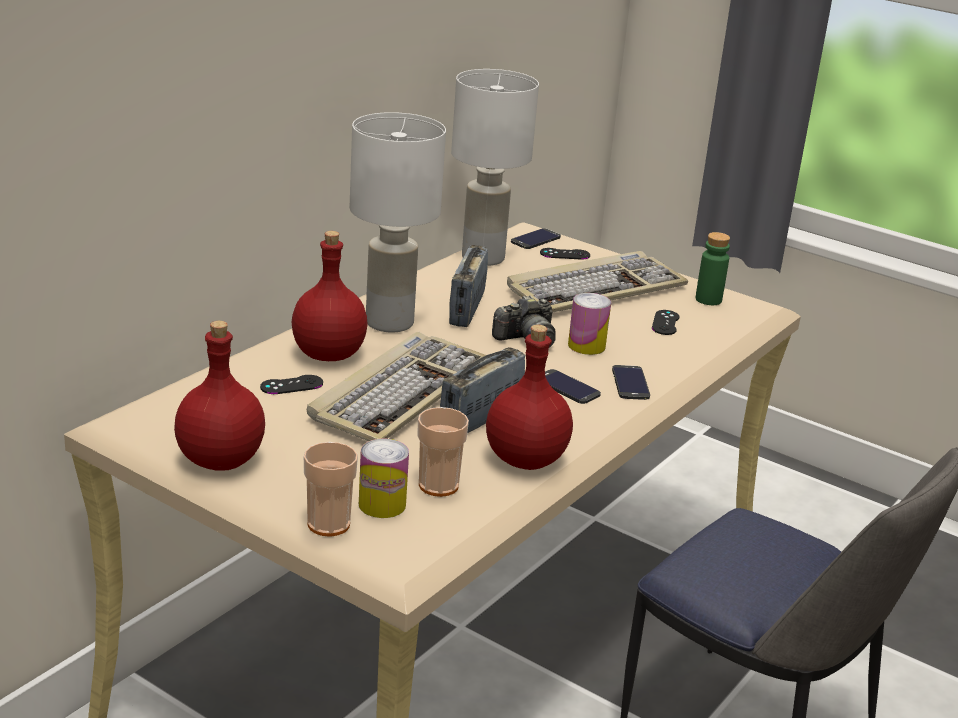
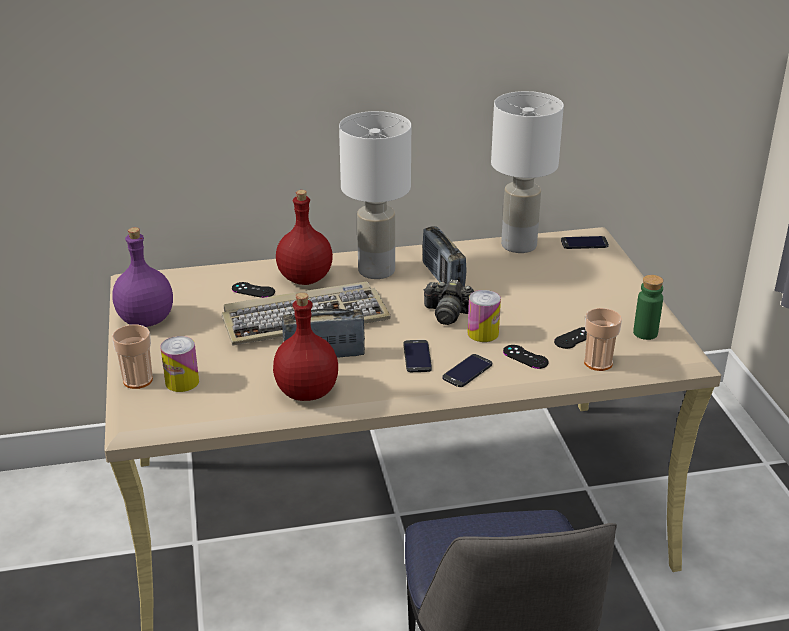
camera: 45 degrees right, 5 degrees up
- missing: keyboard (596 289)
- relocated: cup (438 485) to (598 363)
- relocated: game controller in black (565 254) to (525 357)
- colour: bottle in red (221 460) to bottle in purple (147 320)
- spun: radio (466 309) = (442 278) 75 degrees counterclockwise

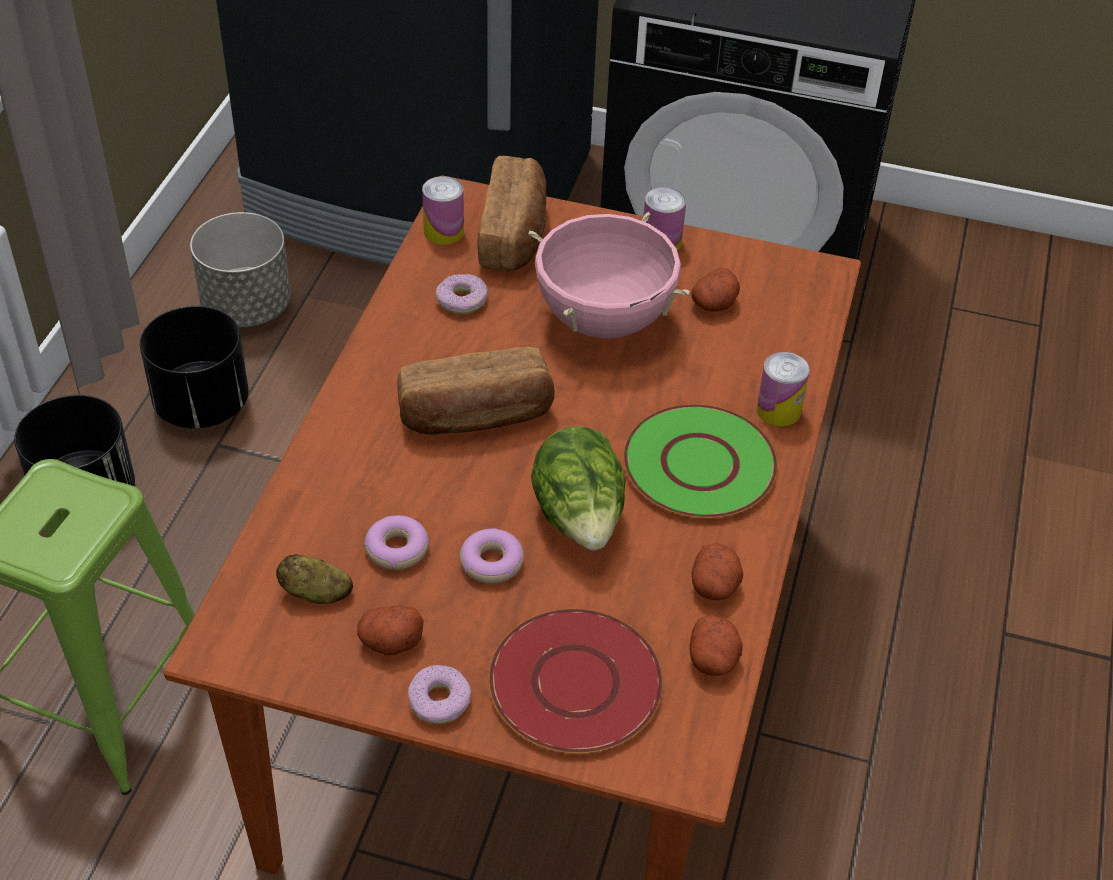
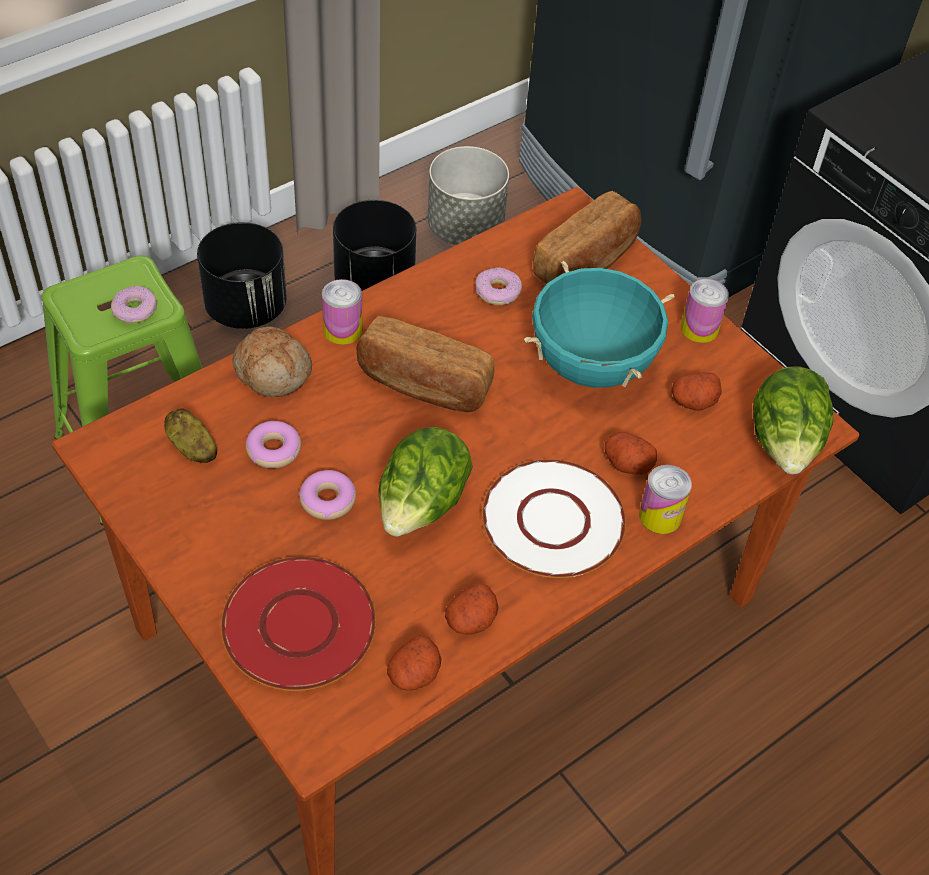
camera: 35 degrees right, 5 degrees up
- appeared: bread (273 371)
- appeared: lettuce (784 444)
- relocated: potato (390 642) to (626 463)
- relocated: donut (439 700) to (135 310)
- relocated: can (444 231) to (342 330)
- colour: cooking pot in pink (604 320) to cooking pot in turquoise (591 365)
- colour: plate in green (699 465) to plate in white (552 521)

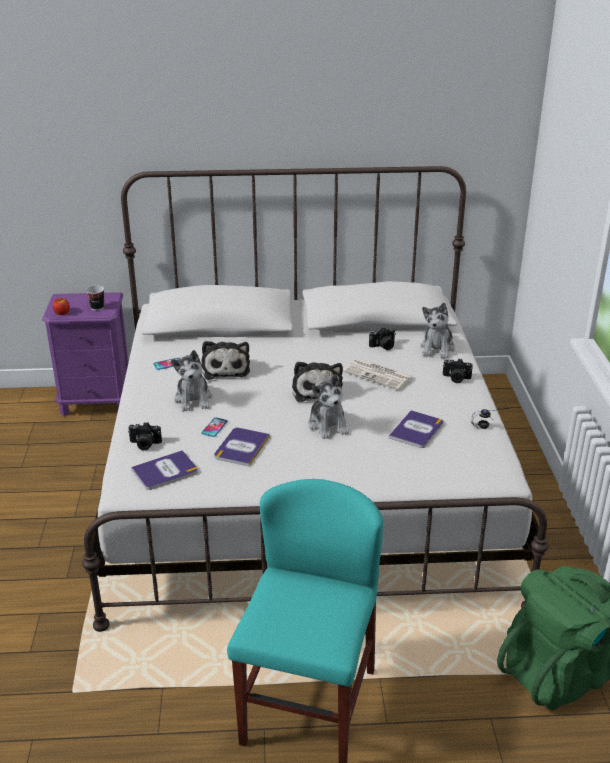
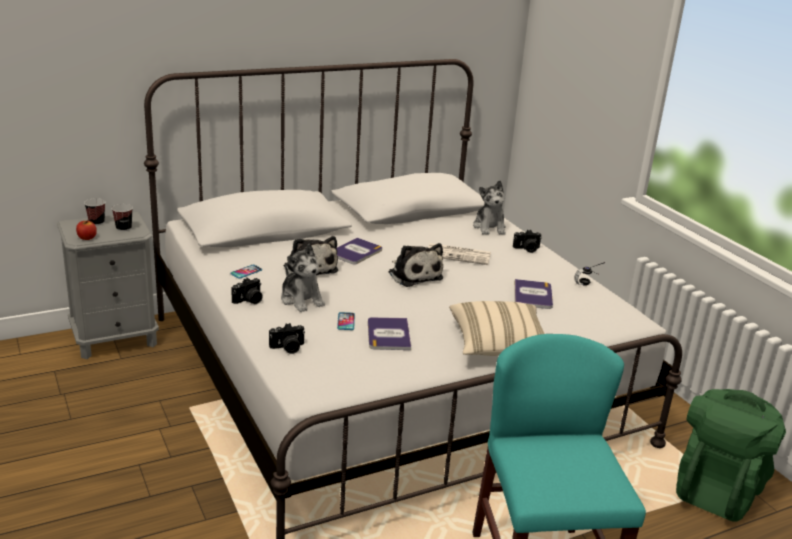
camera: 25 degrees left, 5 degrees down
- missing: plush toy (328 425)
- appeared: cup (96 223)
- appeared: pillow in beige (499 346)
- relocated: book (165 471) to (355 252)
- relocated: photo camera (383 346) to (249 301)
- colour: nightstand in purple (96 401) to nightstand in grey (115 339)

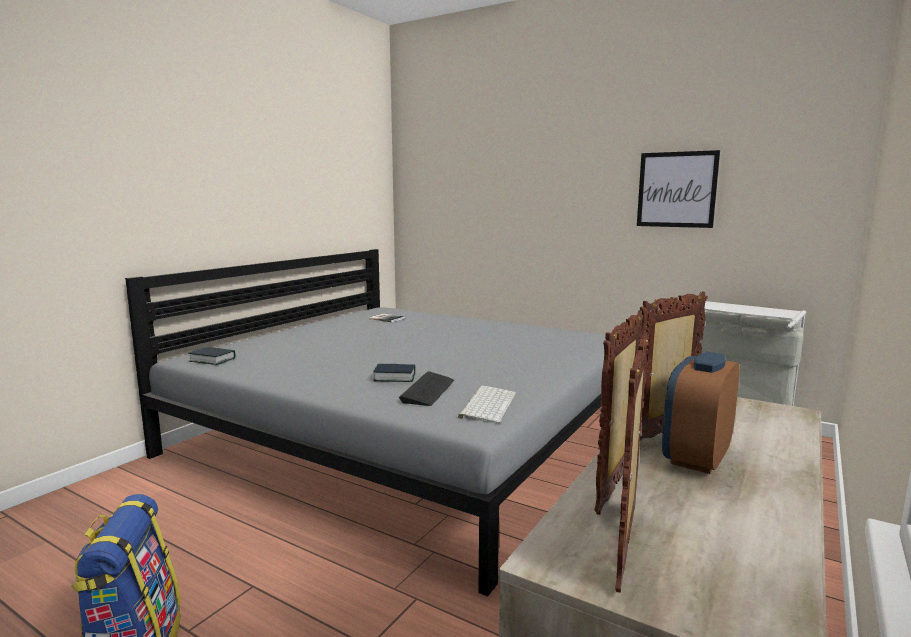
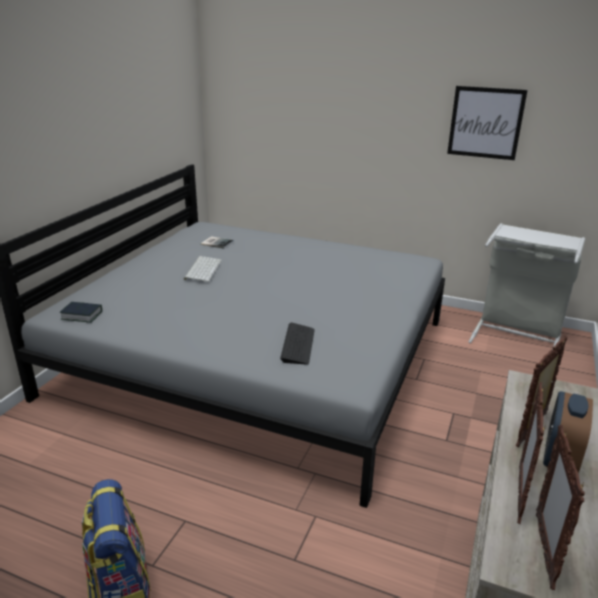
camera: 10 degrees left, 15 degrees up
- missing: book (394 377)
- relocated: keyboard (487 404) to (202 269)

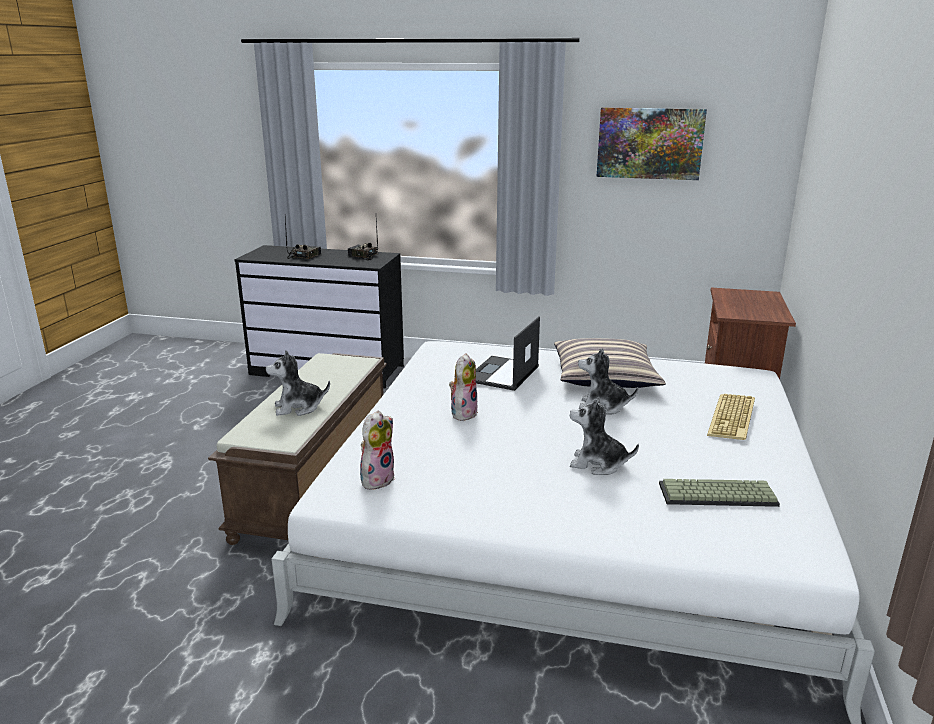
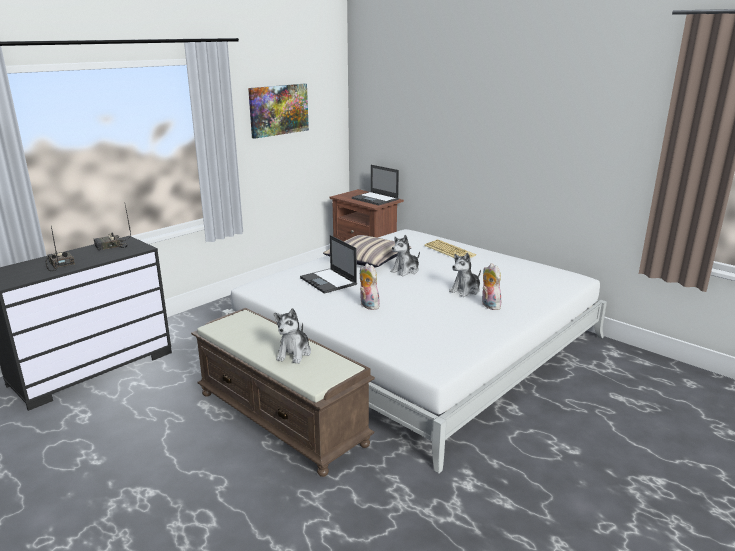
camera: 60 degrees left, 0 degrees up
- missing: keyboard (716 495)
- appeared: laptop (375 199)
- relocated: plush toy (377 479) to (489 305)

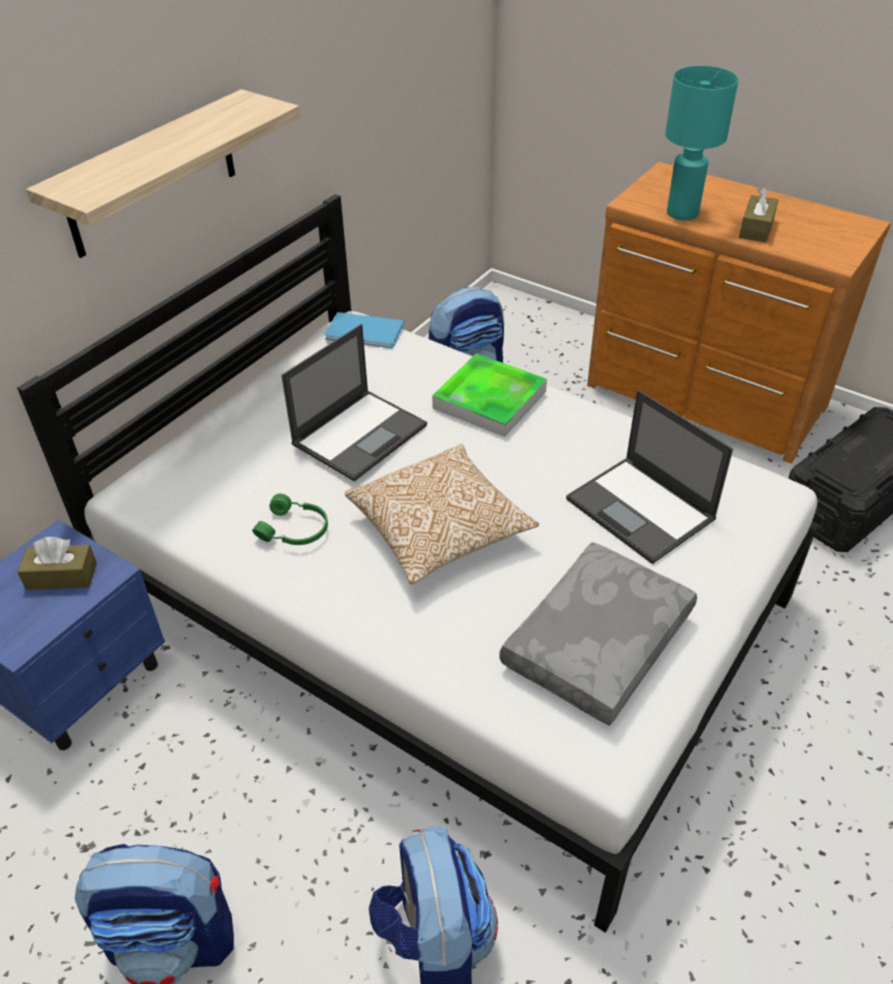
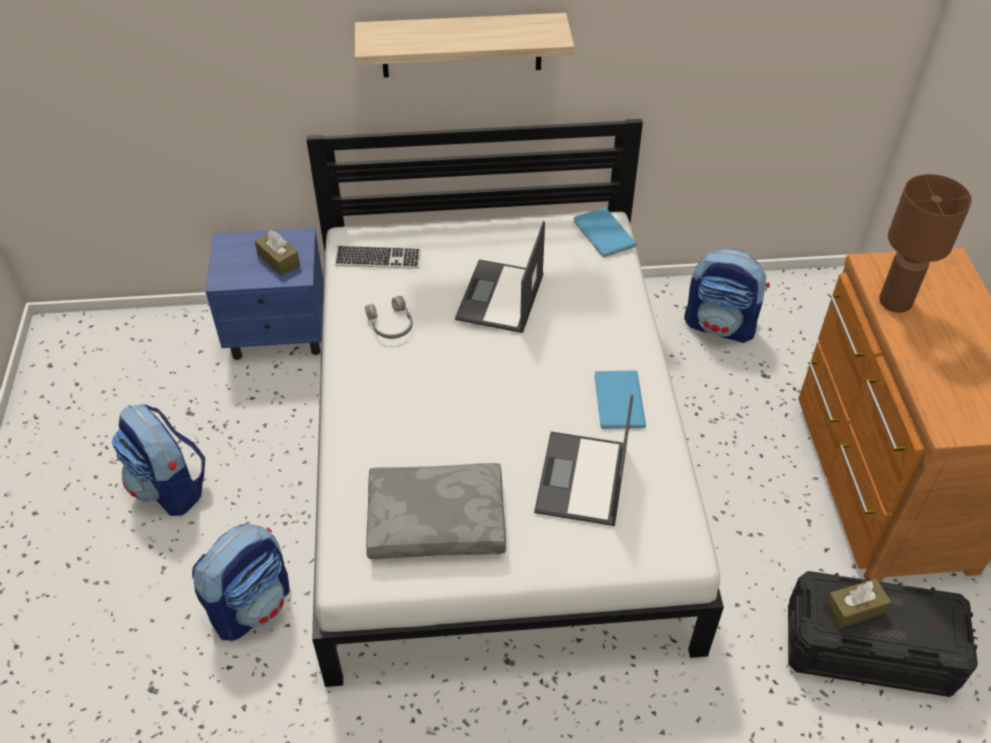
camera: 50 degrees right, 5 degrees up
- missing: pillow (439 530)
- missing: tray (489 400)
- appeared: keyboard (378 259)
- appeared: book in blue (617 402)
- relocated: tissue box in brown (756 228) to (854 609)
- colour: headphones in green (294 530) to headphones in grey (390 324)
- colour: table lamp in turquoise (682 213) to table lamp in brown (895 301)
- spun: laptop (360 434) = (500 297) 105 degrees clockwise

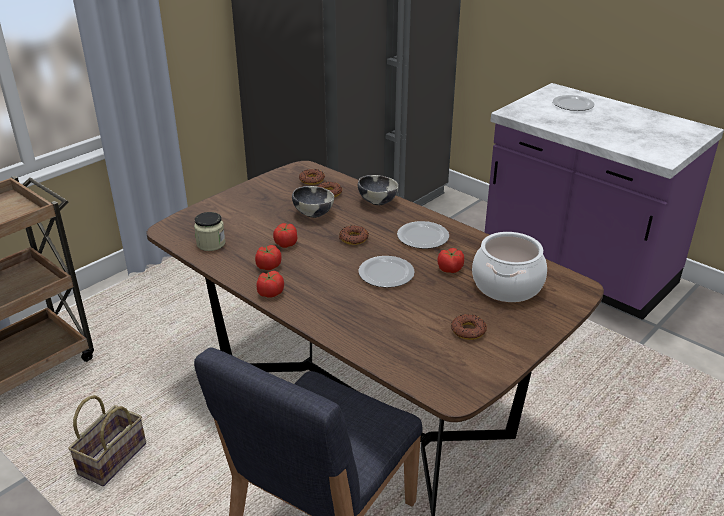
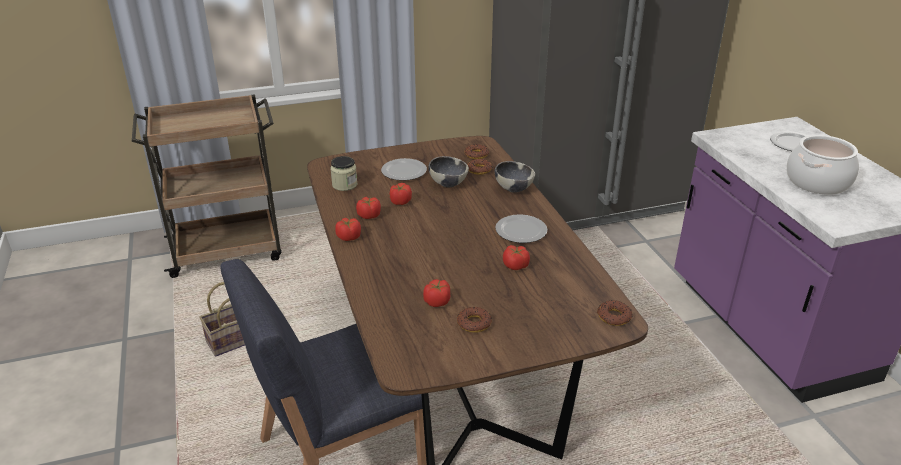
camera: 30 degrees right, 0 degrees up
- appeared: tomato (437 302)
- relocated: donut (353 238) to (614 317)
- relocated: plate (385 273) to (403 171)
- relocated: cooking pot (507 285) to (817 182)

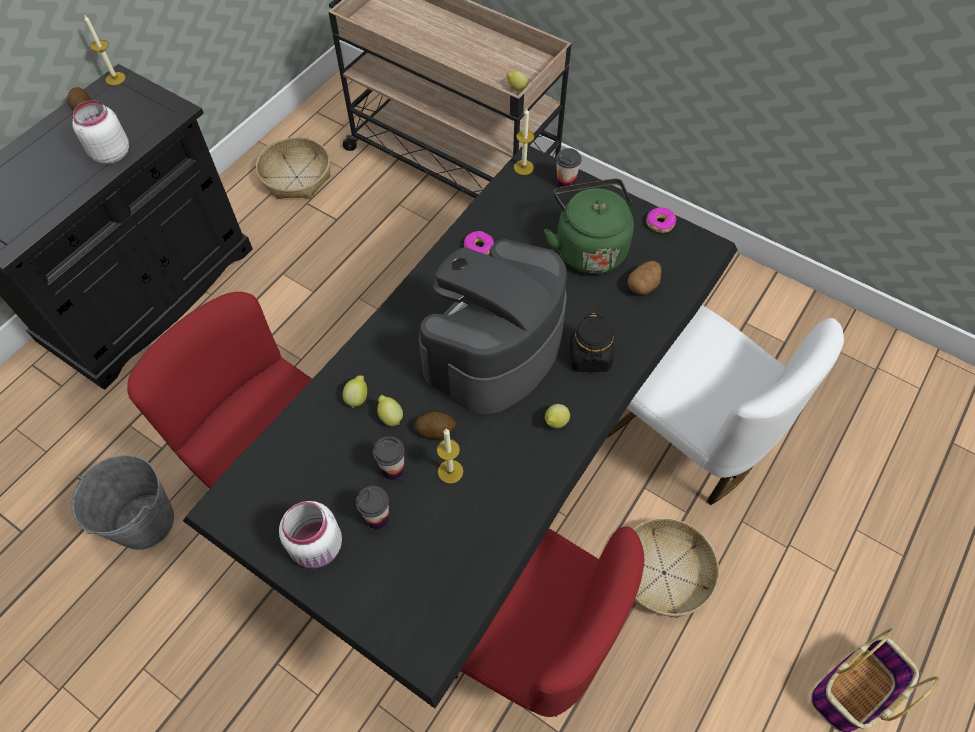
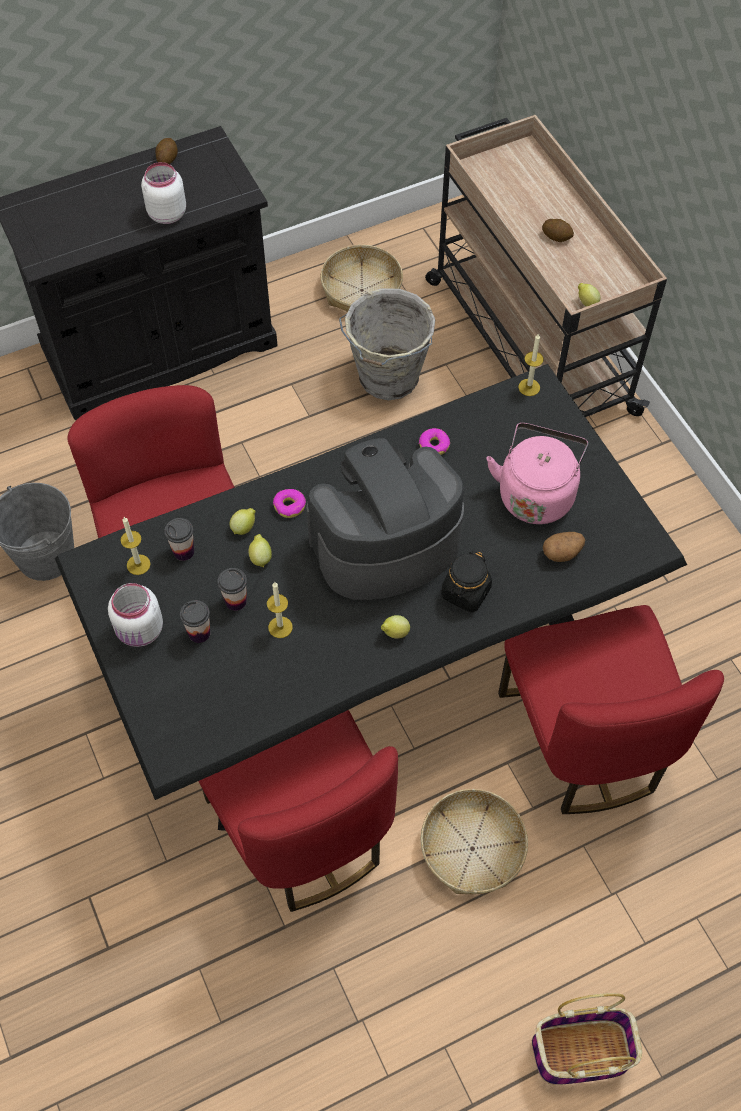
camera: 30 degrees right, 0 degrees up
- appeared: bucket in grey (387 379)
- relocated: candle (115 78) to (138 564)
- relocated: potato (435 430) to (556 236)
- relocated: cup (565 184) to (183 551)
- relocated: donut (660 223) to (289 506)
- colour: kettle in green (588 247) to kettle in pink (536 493)
- colour: chair in white (688 438) to chair in red (584 740)

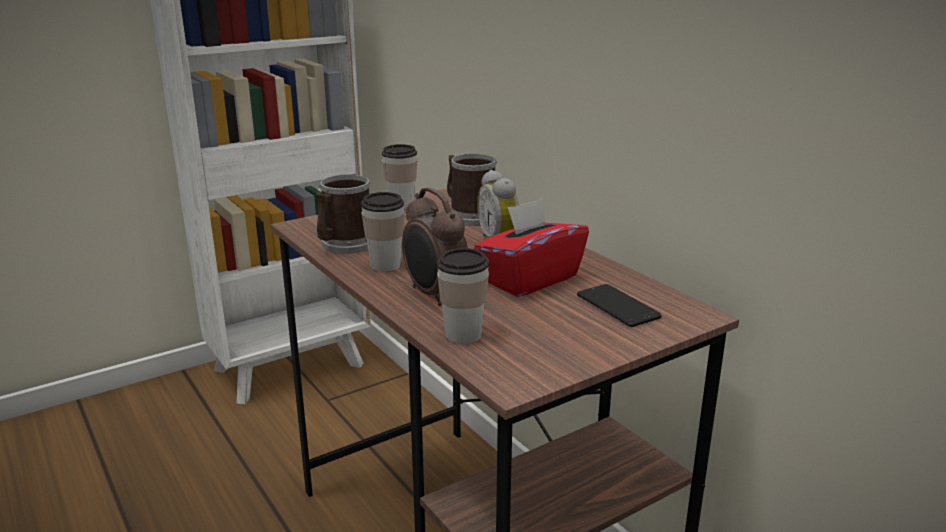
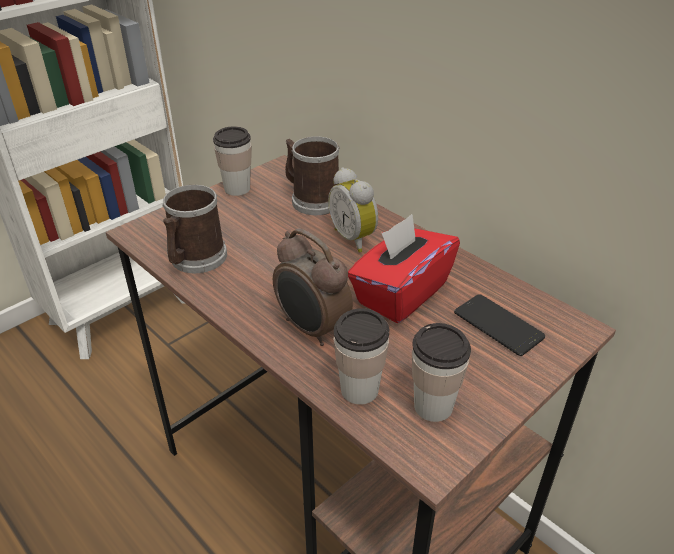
camera: 10 degrees left, 15 degrees up
- relocated: cup (385 265) to (433 406)

